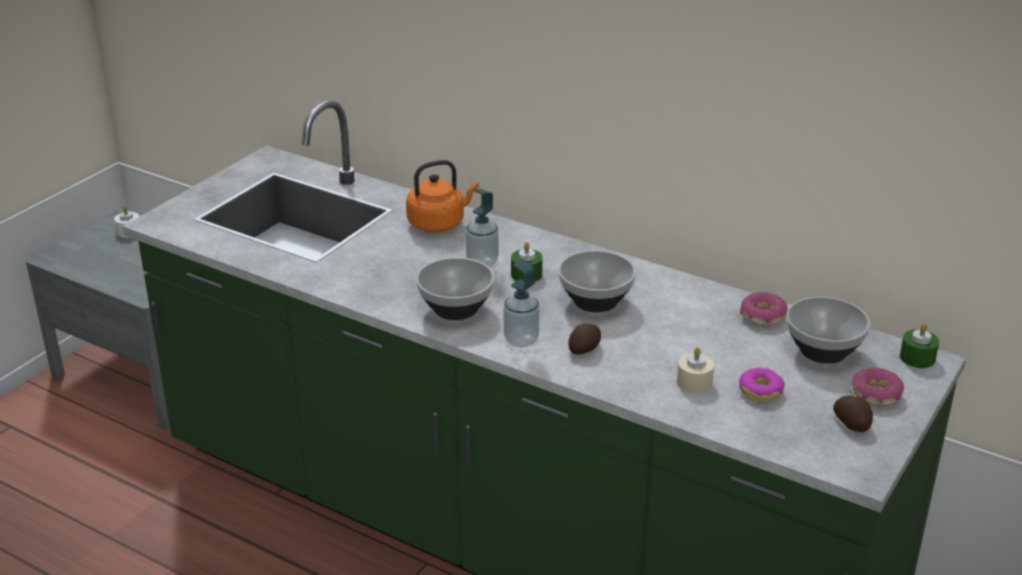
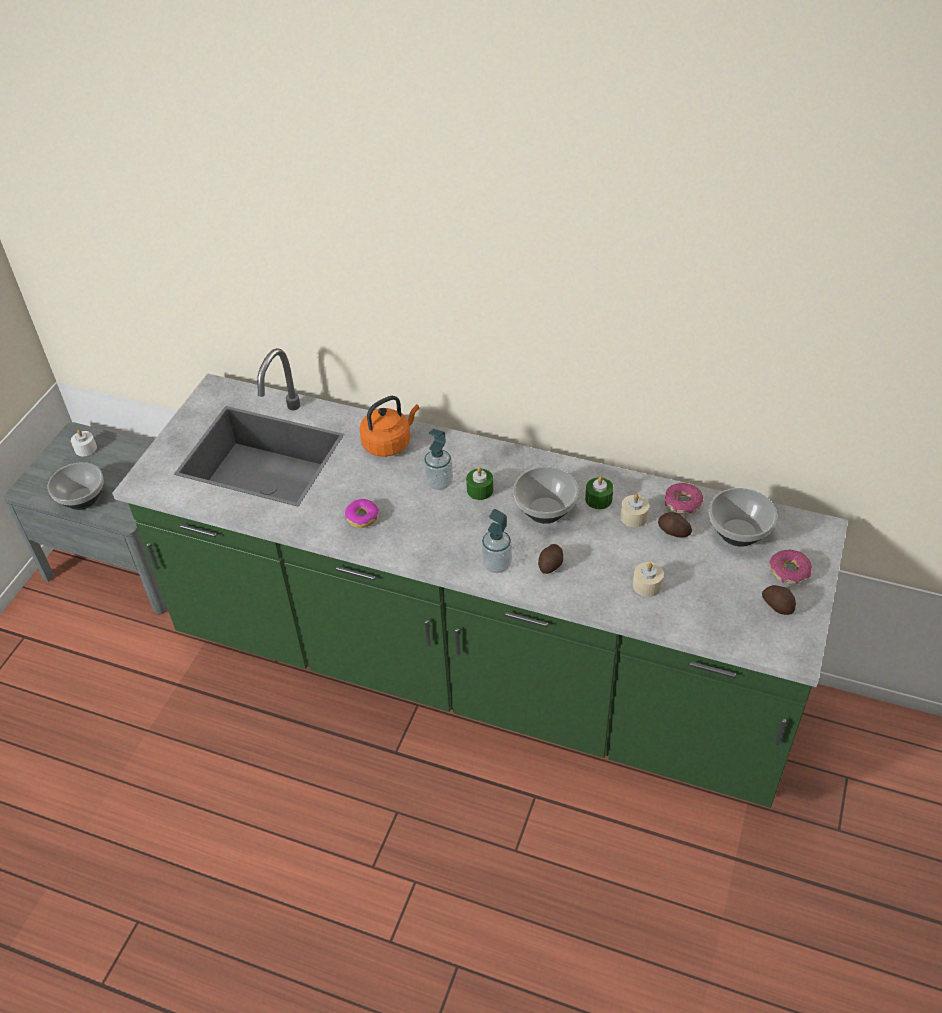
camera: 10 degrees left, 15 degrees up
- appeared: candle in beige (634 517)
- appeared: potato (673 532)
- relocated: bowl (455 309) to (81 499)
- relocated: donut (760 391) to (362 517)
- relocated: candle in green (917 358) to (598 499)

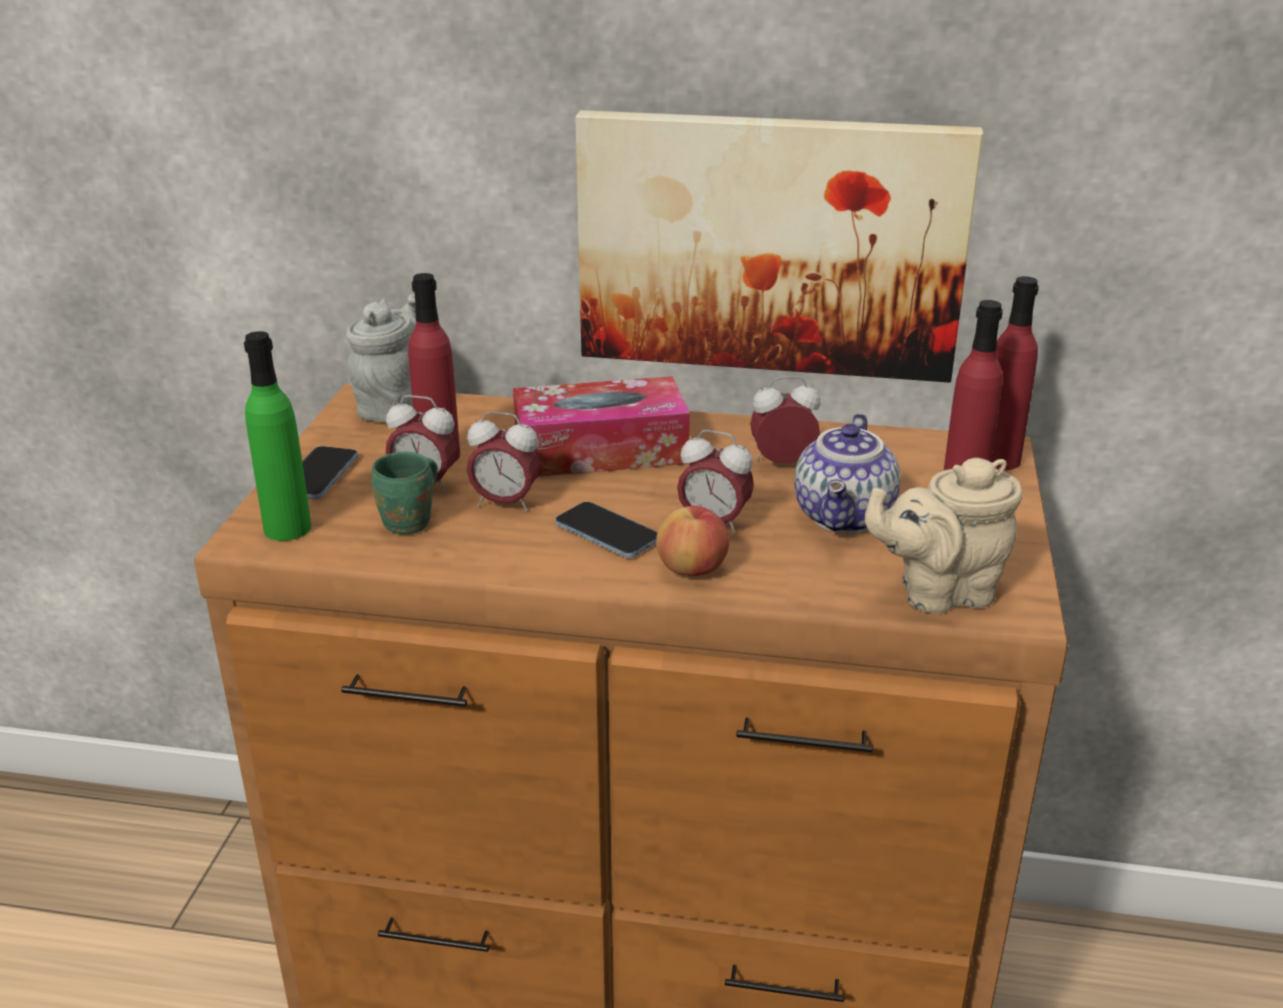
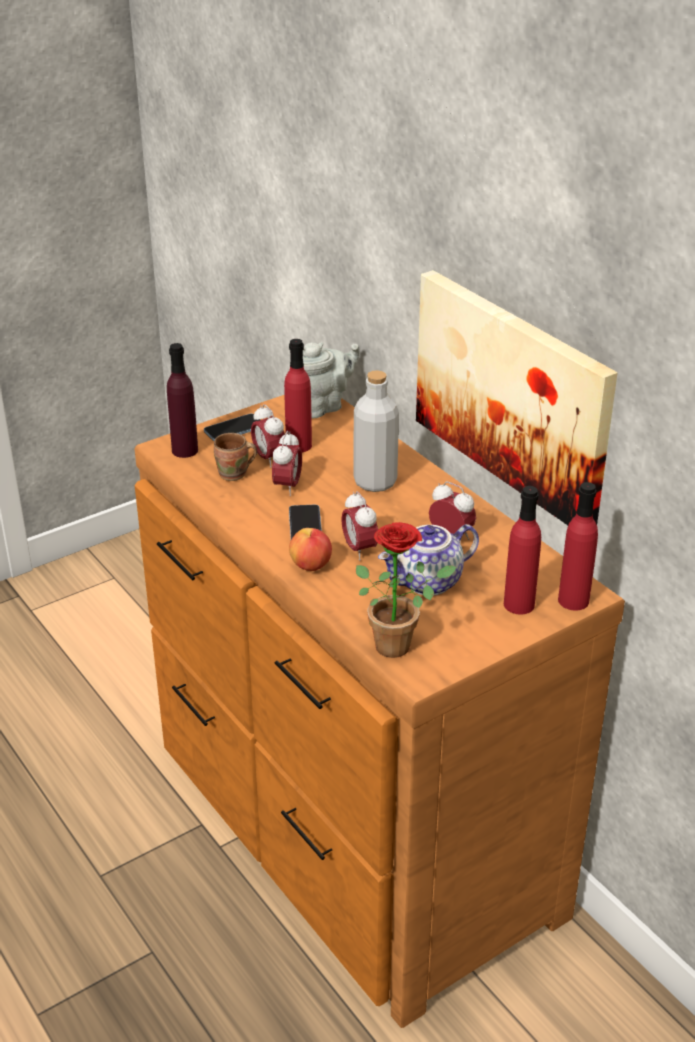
camera: 45 degrees right, 5 degrees up
- exchanged: tissue box (600 450) to bottle in grey (375 482)
- exchanged: teapot in beige (939 592) to potted plant (400 644)
- colour: bottle in green (287 528) to bottle in purple (185 450)
- colour: mug in green (411 523) to mug in brown (234 475)
- spun: alarm clock (505 503) = (287 487) 135 degrees counterclockwise

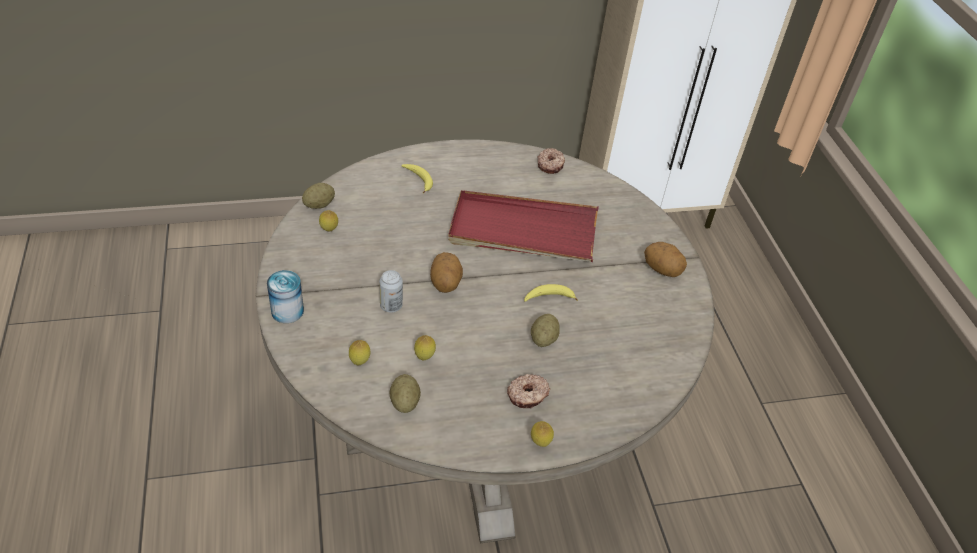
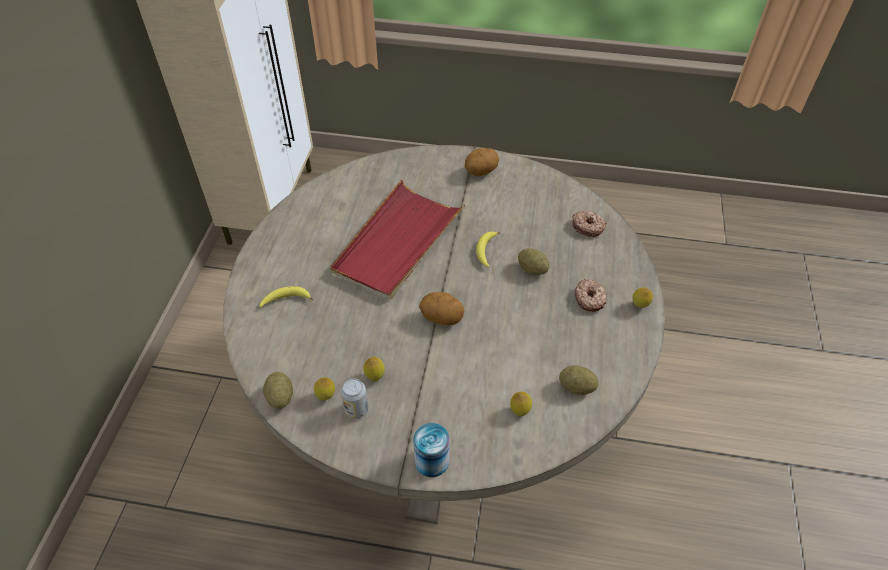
camera: 65 degrees left, 5 degrees up
- relocated: can (391 306) to (356 410)
- relocated: lemon (424 357) to (375 376)
- relocated: donut (550 165) to (588 227)

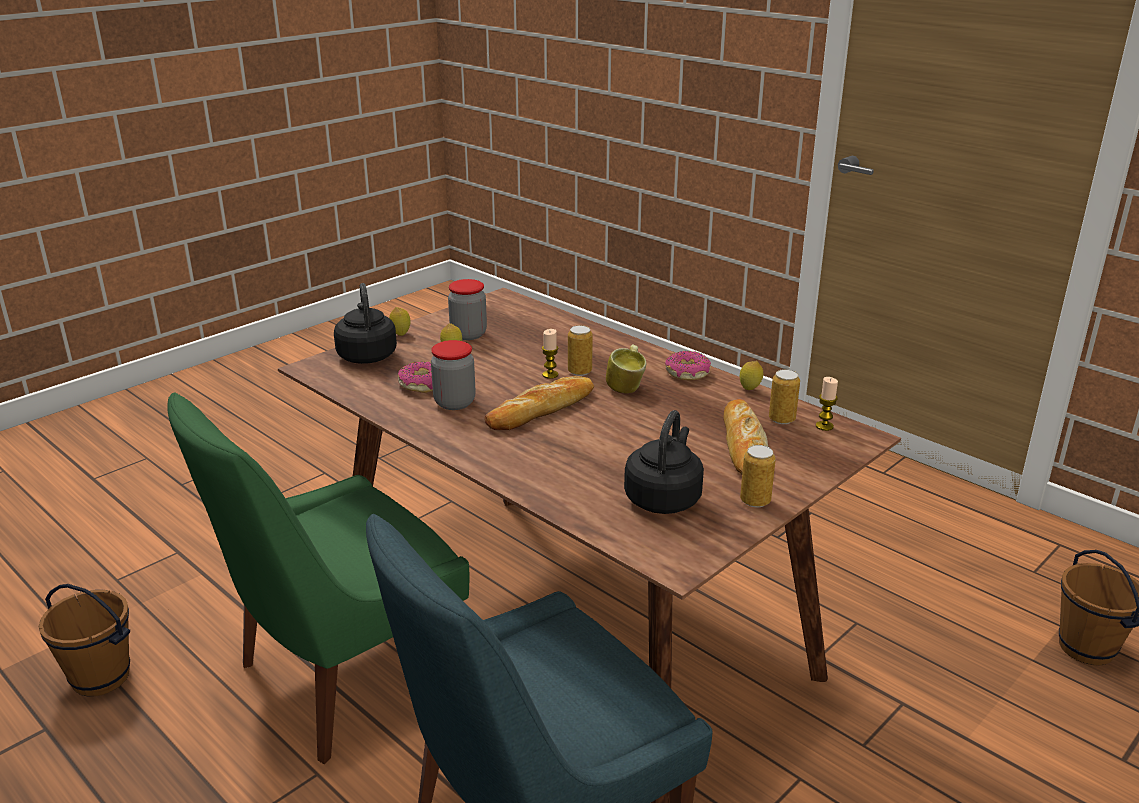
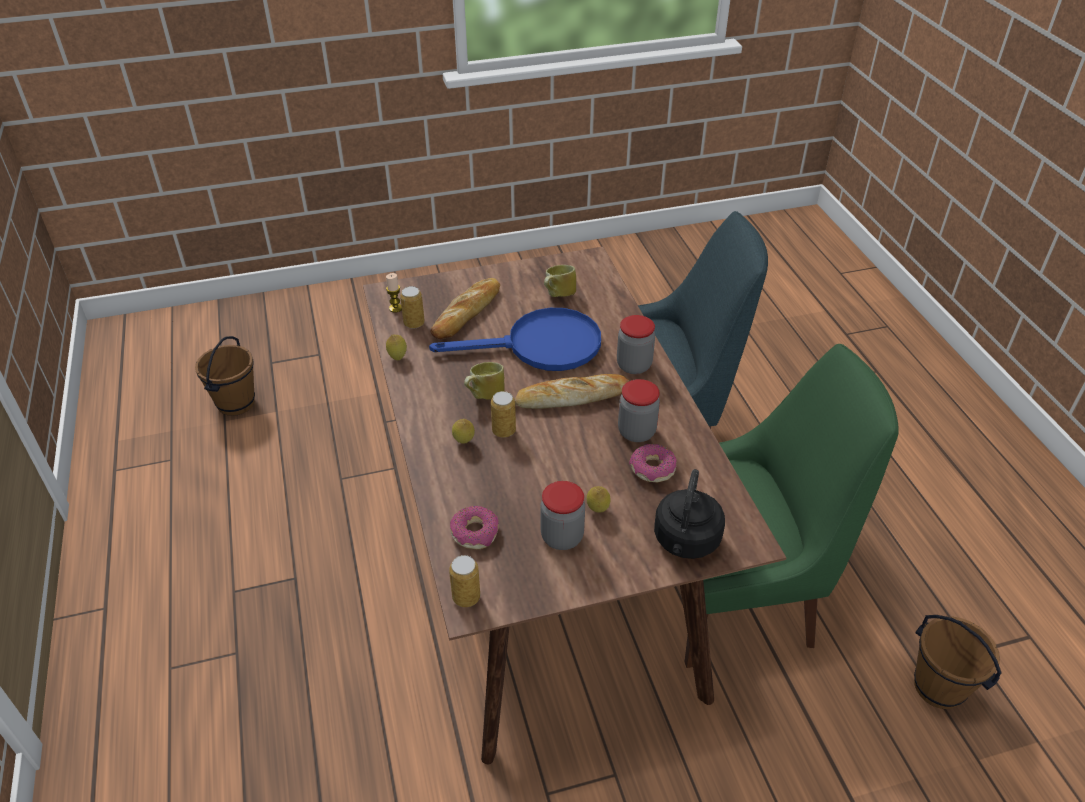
camera: 150 degrees left, 15 degrees up
- missing: candle (550 375)
- appeared: frying pan in blue (540 346)
- appeared: jar (634 365)
- relocated: lemon (401 334) to (464 442)
- relocated: donut (687 373) to (475 533)
- relocated: can (755 501) to (466 597)
- exchanged: kettle in black (664 498) to mug (558 296)

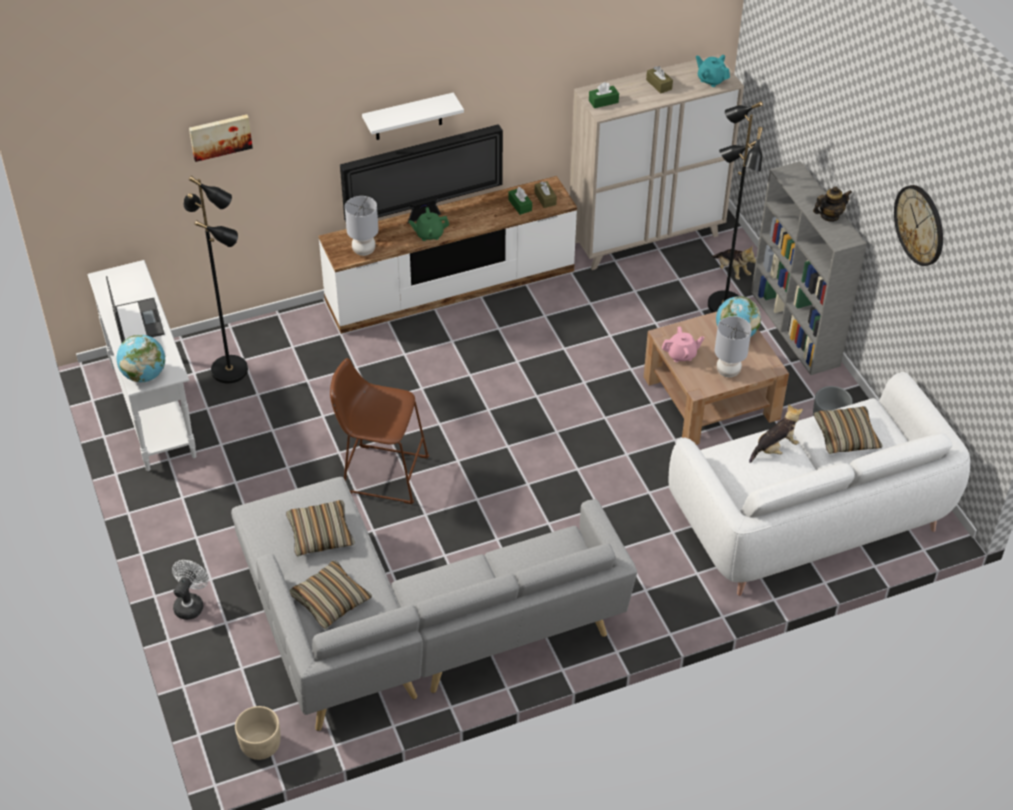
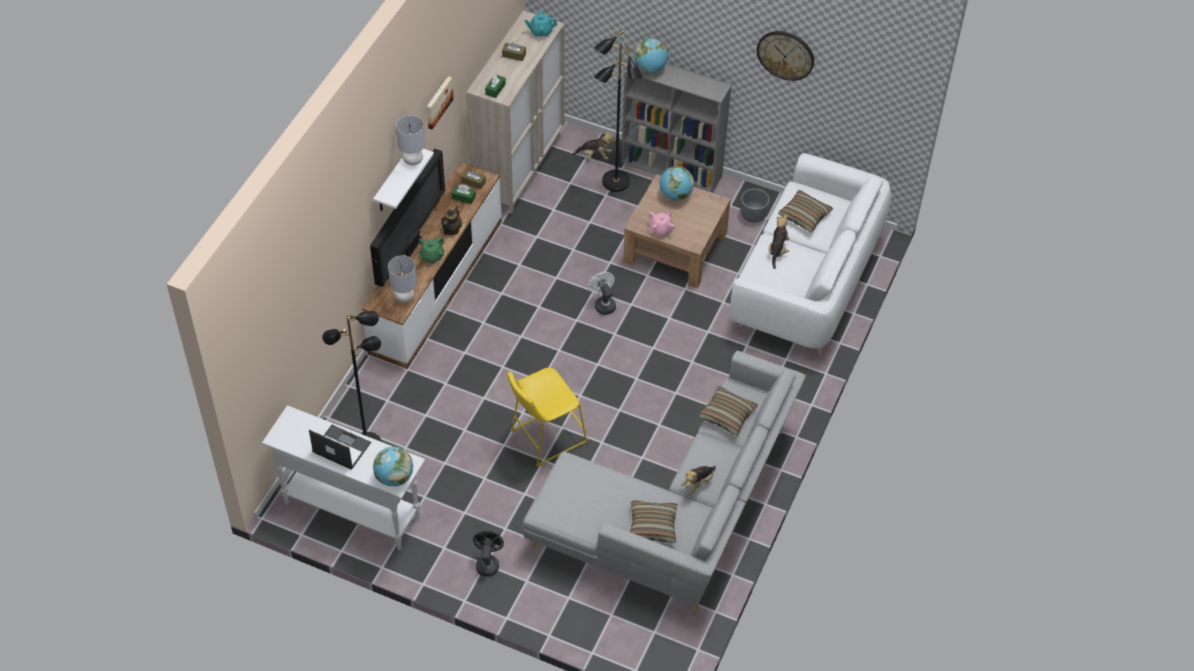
camera: 45 degrees left, 5 degrees up
- missing: planter in beige (260 745)
- appeared: fan in black (488 563)
- appeared: globe (650 68)
- appeared: plush toy (698 483)
- relocated: fan in white (190 604) to (603 304)
- relocated: picture (220 136) to (438 102)
- relocated: pillow (320 534) to (727 415)
- relocated: table lamp in grey (728 371) to (412 160)
- relocated: teapot (829 216) to (451 230)
- colour: stool in brown (381 473) to stool in yellow (545 438)

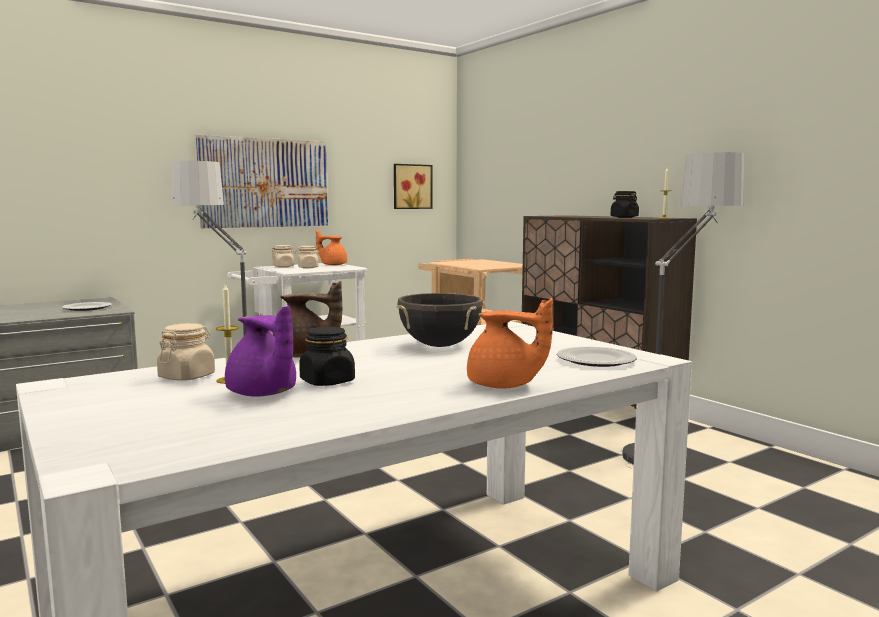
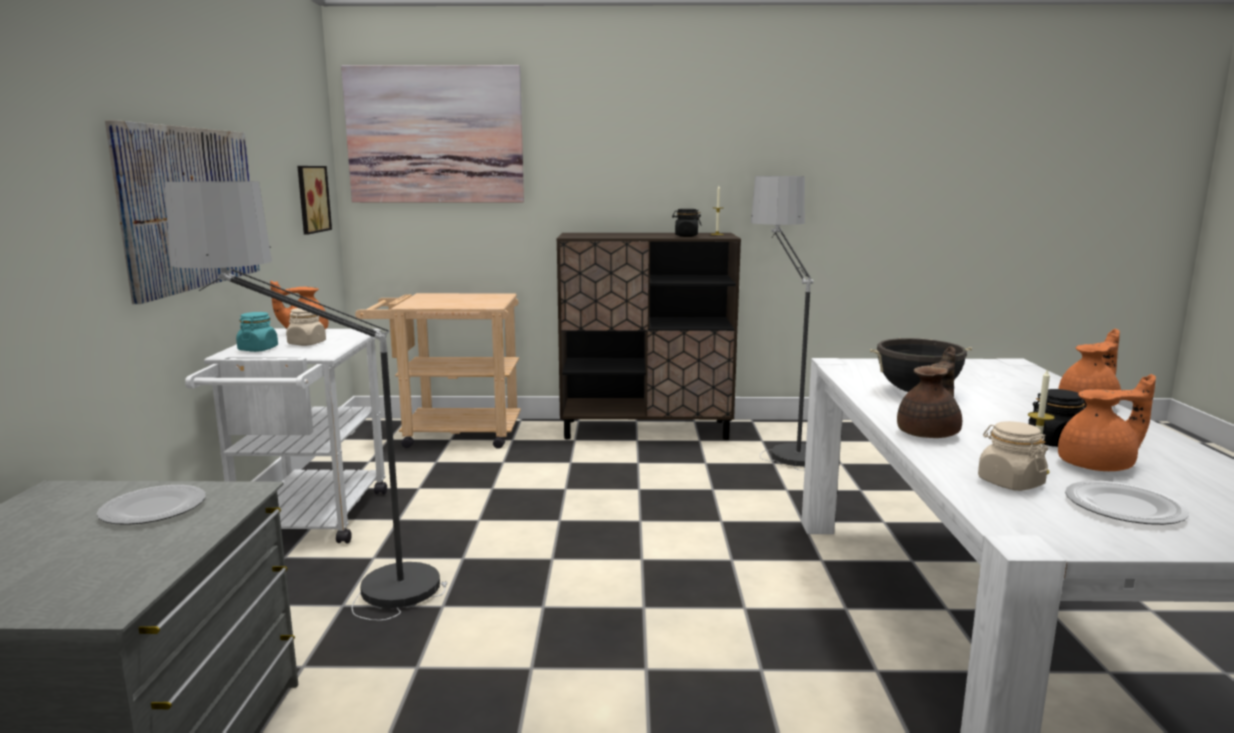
camera: 55 degrees left, 5 degrees up
- appeared: picture (435 135)
- relocated: plate (595 360) to (1122 507)
- colour: teapot in purple (263 394) to teapot in orange (1099 466)
- colour: jar in beige (283 267) to jar in turquoise (258 349)

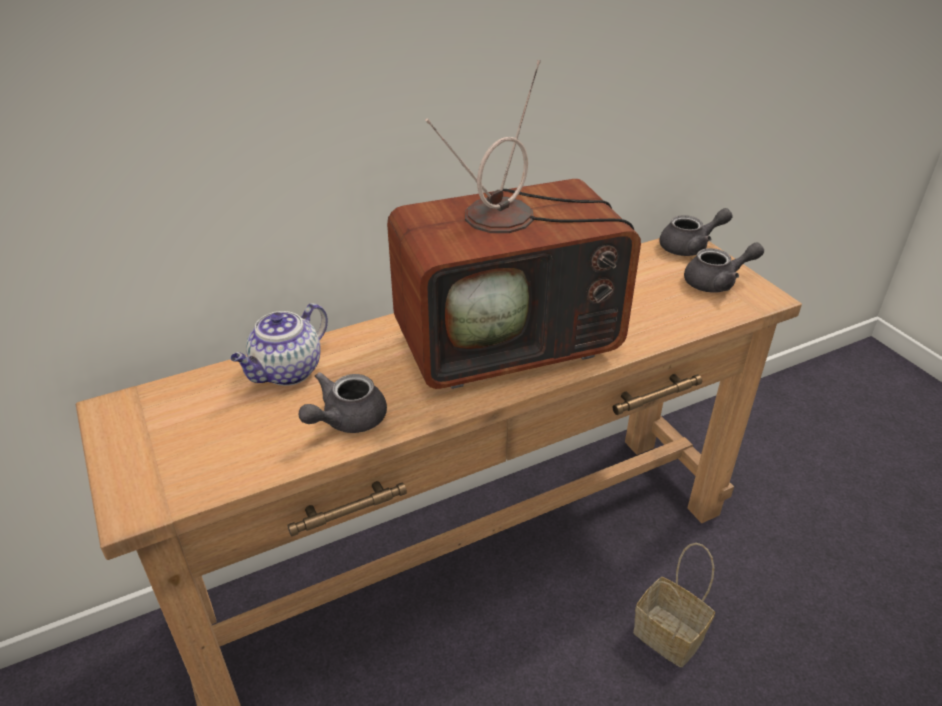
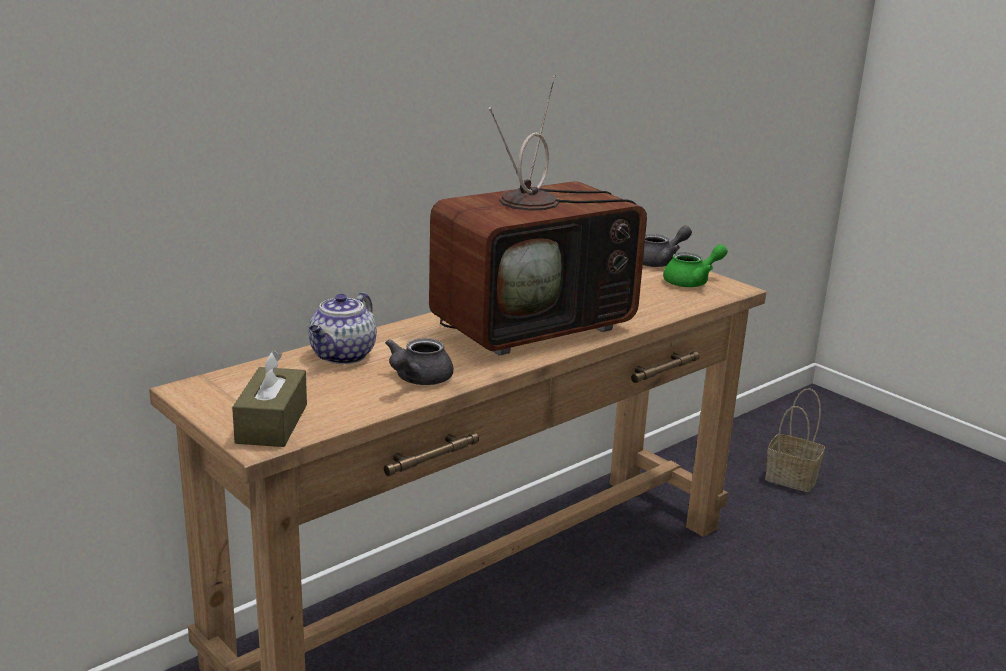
camera: 15 degrees left, 15 degrees down
- appeared: tissue box in brown (272 423)
- relocated: basket (665 635) to (789 478)
- colour: teapot in grey (717 282) to teapot in green (692 282)

